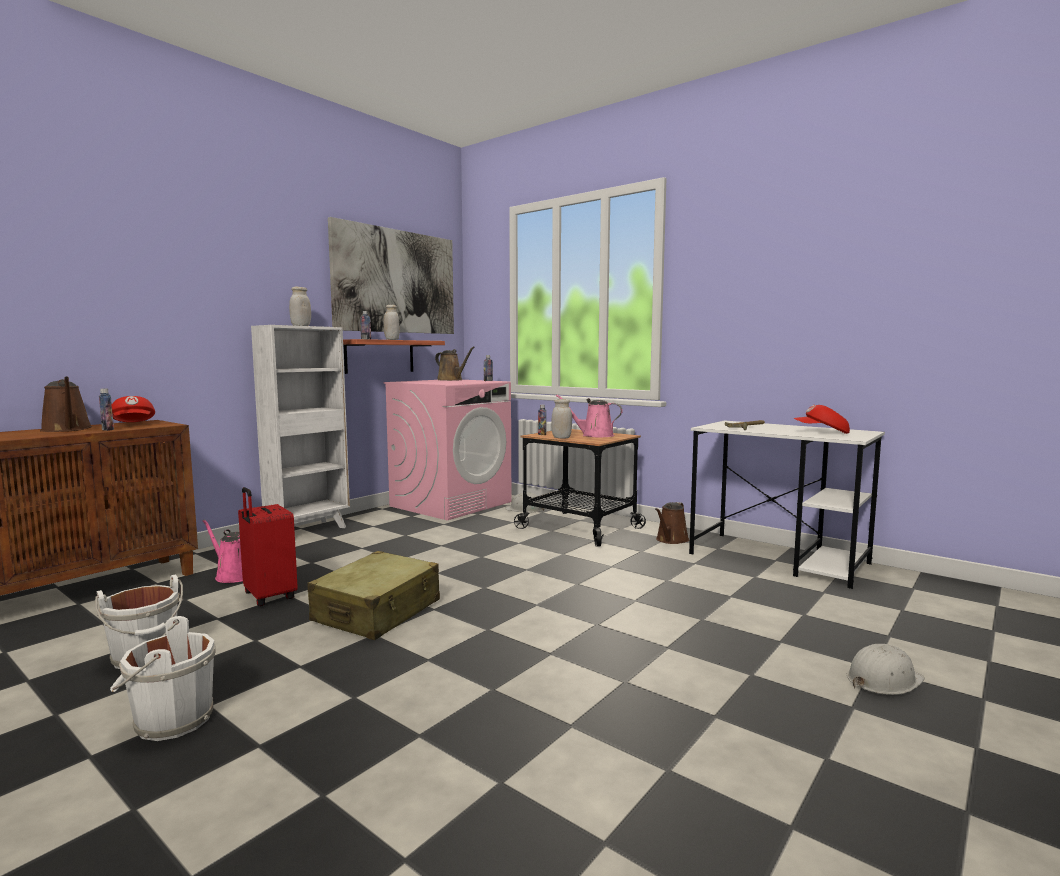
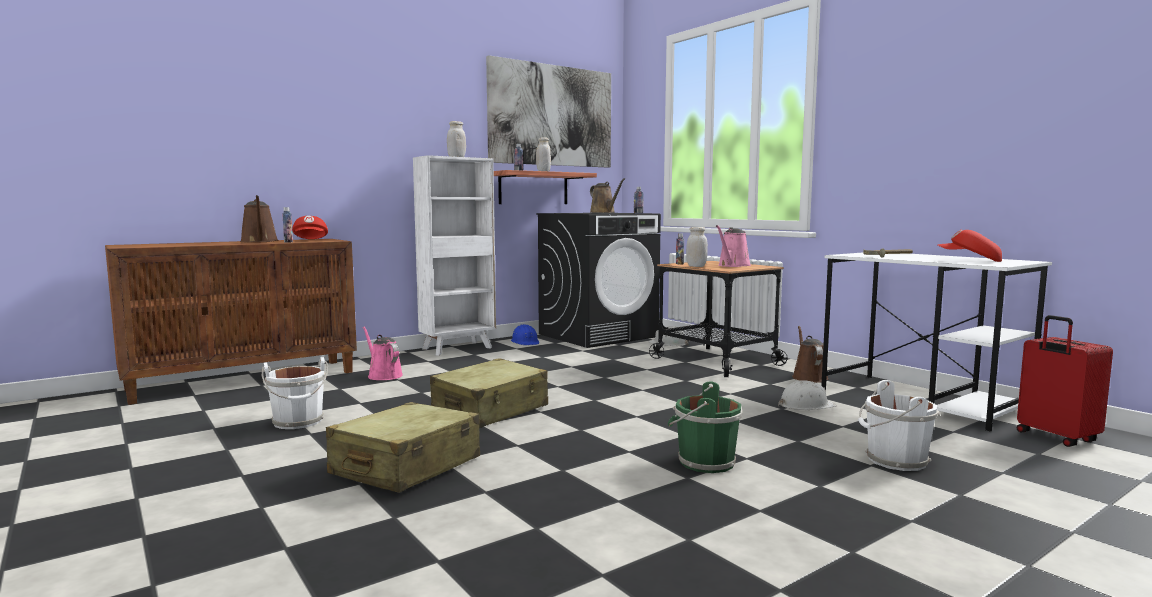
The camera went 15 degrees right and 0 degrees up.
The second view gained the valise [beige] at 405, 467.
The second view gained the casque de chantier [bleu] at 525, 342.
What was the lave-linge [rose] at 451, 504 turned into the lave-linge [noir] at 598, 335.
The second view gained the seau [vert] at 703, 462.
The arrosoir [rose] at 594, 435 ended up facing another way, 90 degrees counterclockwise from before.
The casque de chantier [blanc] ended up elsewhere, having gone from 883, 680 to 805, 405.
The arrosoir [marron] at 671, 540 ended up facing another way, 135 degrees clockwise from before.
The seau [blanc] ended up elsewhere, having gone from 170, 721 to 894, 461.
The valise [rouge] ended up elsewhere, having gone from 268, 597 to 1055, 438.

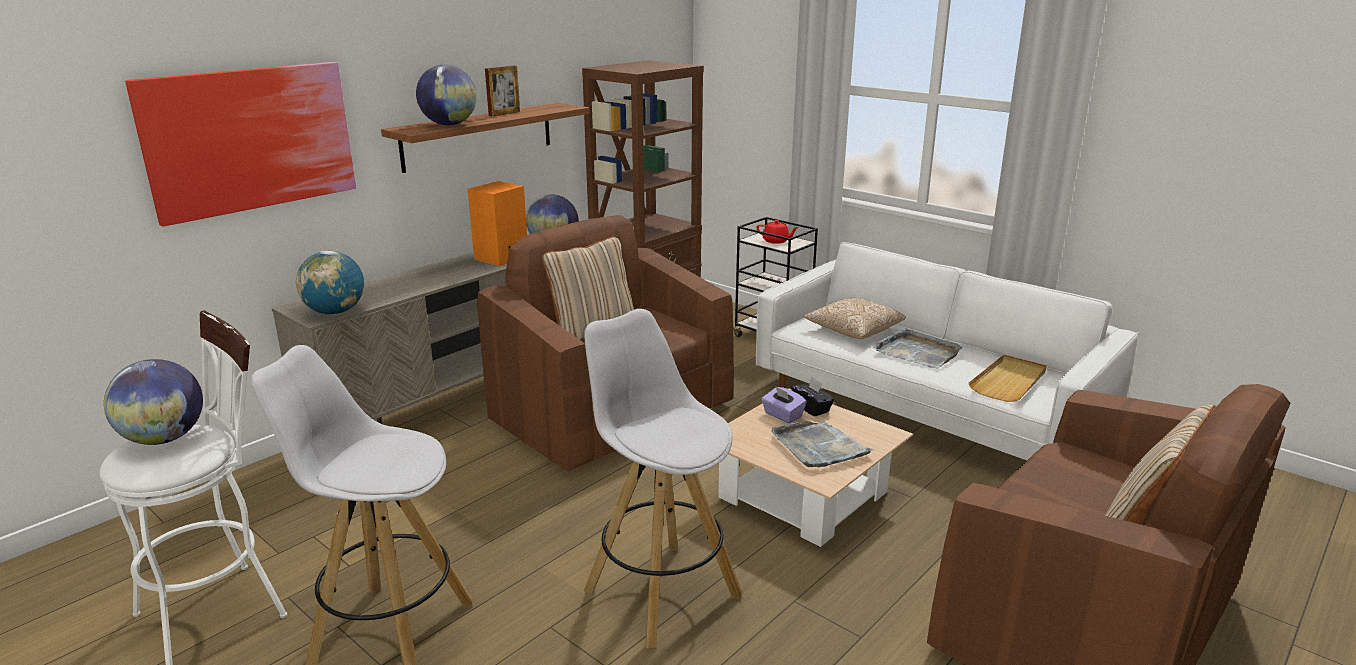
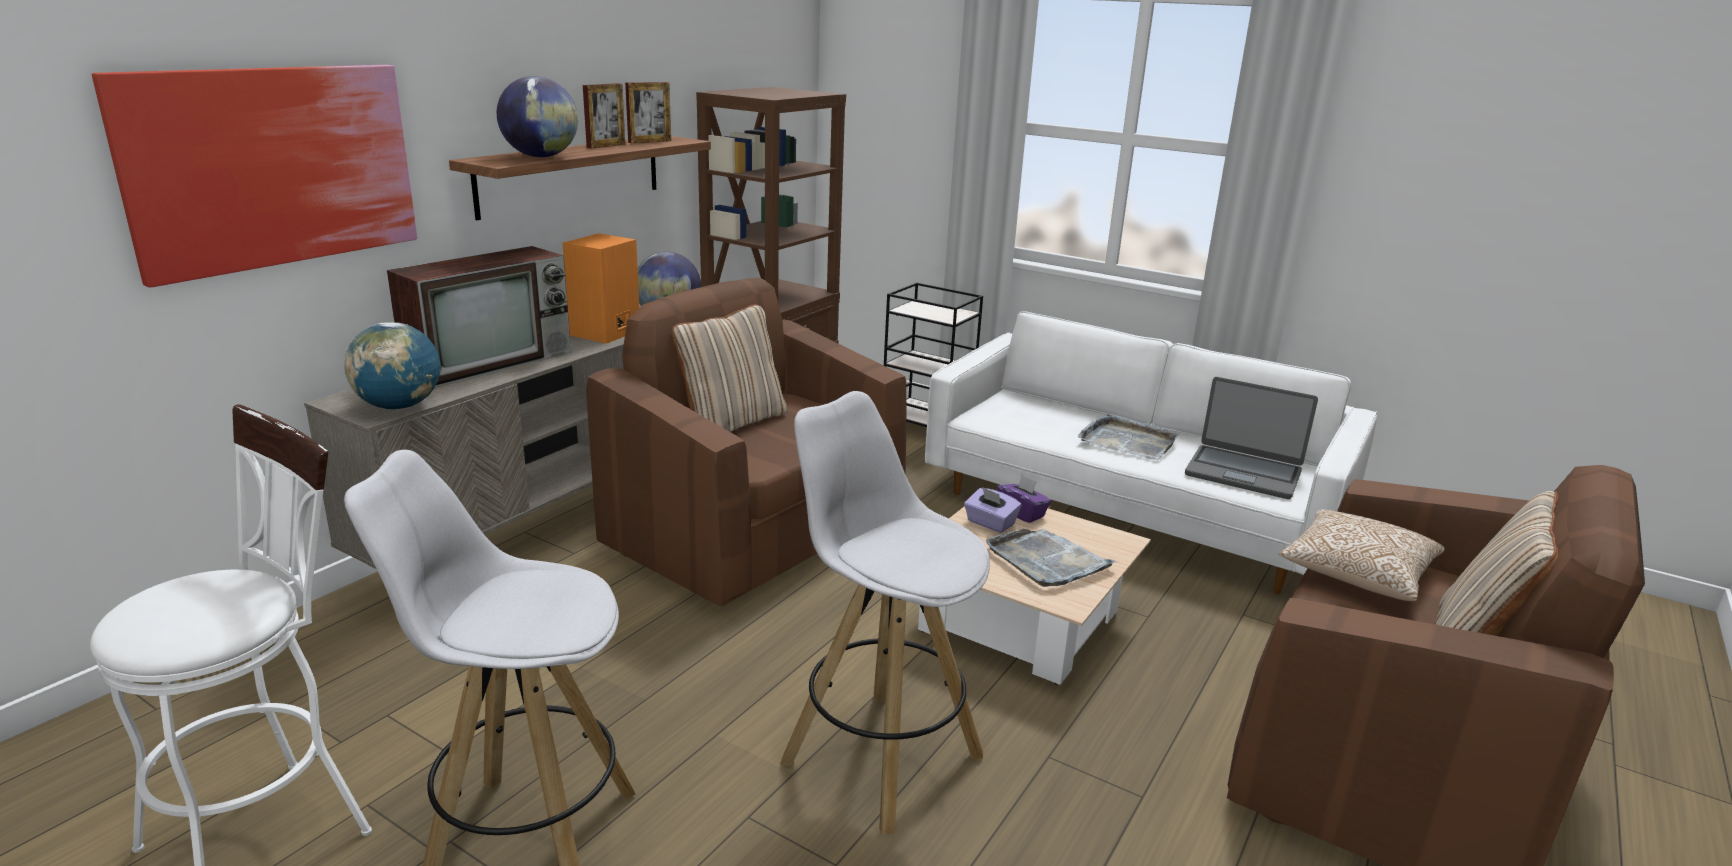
The camera went 10 degrees left and 0 degrees up.
The second view gained the téléviseur at 492, 361.
The second view gained the cadre photo at 650, 141.
What was the boîte à mouchoirs [noir] at 811, 408 turned into the boîte à mouchoirs [violet] at 1022, 513.
Where the plateau [beige] stood at 1009, 381, the ordinateur portable came to stand at 1243, 473.
The coussin ended up elsewhere, having gone from 853, 330 to 1356, 574.
The second view lost the globe at 164, 439.
The second view lost the théière [rouge] at 776, 241.

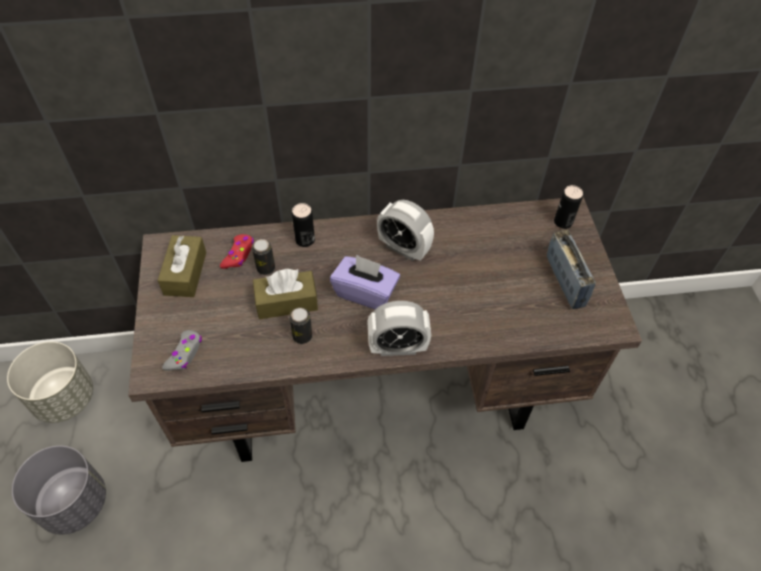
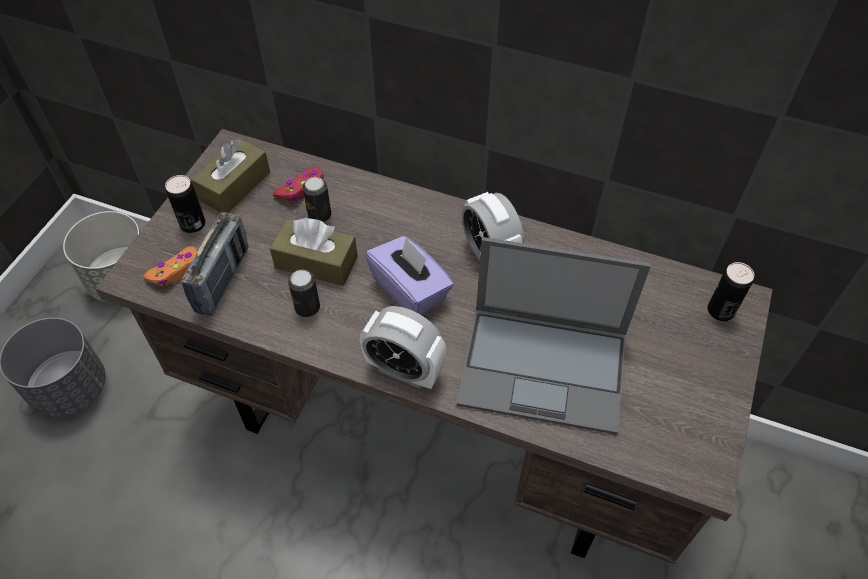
The camera went 30 degrees right and 0 degrees up.
What was the manette [gris] at 185, 354 turned into the manette [orange] at 176, 271.
The boîte métallique ended up elsewhere, having gone from 305, 240 to 193, 224.
The radio ended up elsewhere, having gone from 565, 281 to 223, 280.
The second view gained the ordinateur portable at 545, 368.

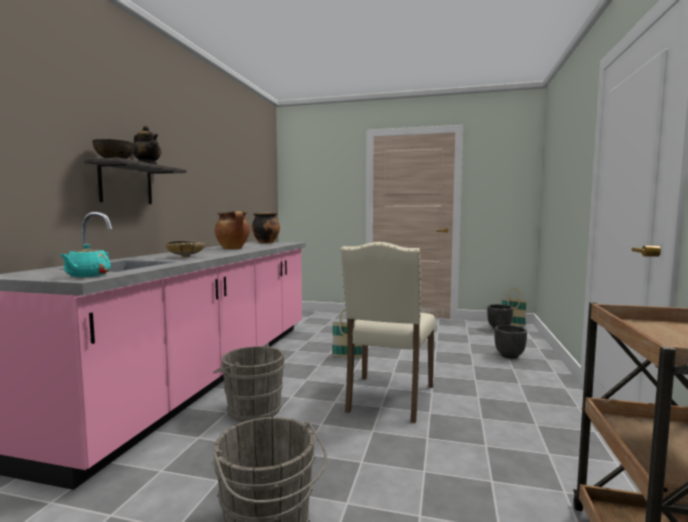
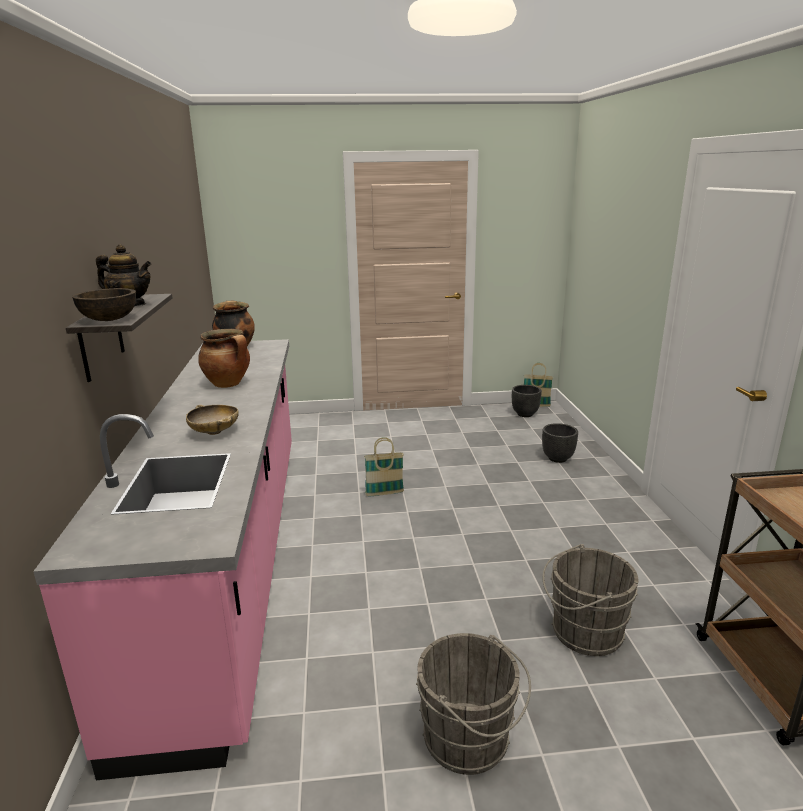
The camera went 20 degrees left and 15 degrees up.
The seau [gris] ended up elsewhere, having gone from 251, 409 to 582, 632.
The second view lost the théière [turquoise] at 87, 275.
The second view lost the chaise [beige] at 388, 399.

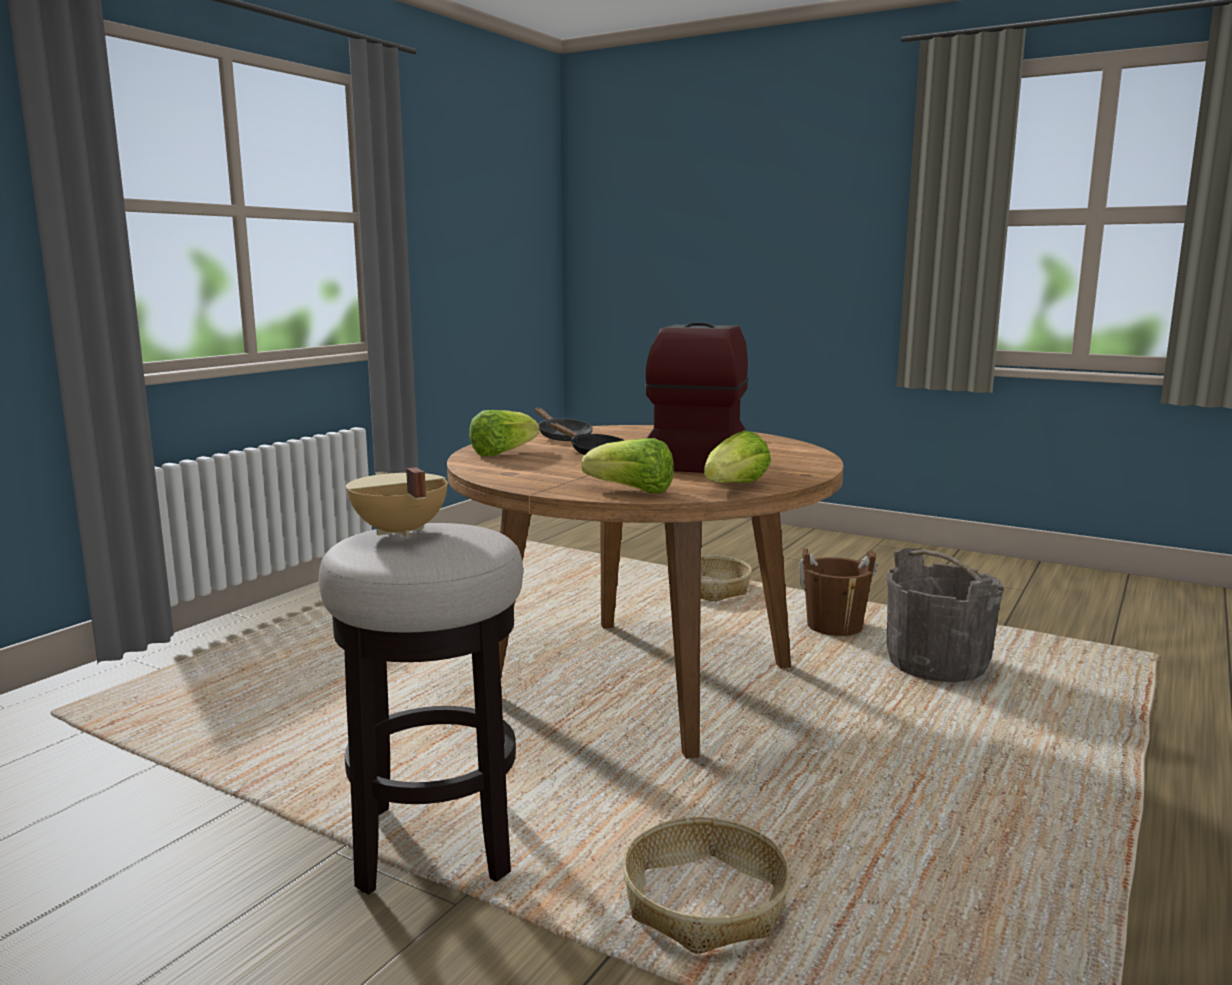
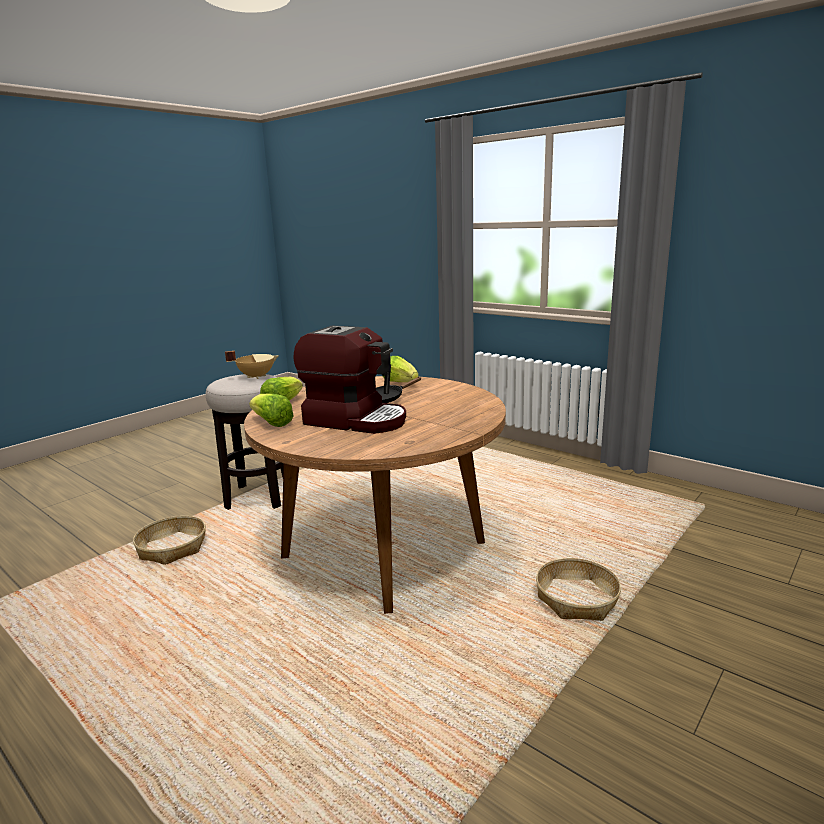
The camera went 100 degrees right and 5 degrees up.
The second view lost the poêle [noir] at 562, 437.
The second view lost the seau [marron] at 834, 627.
The second view lost the seau [gris] at 937, 665.

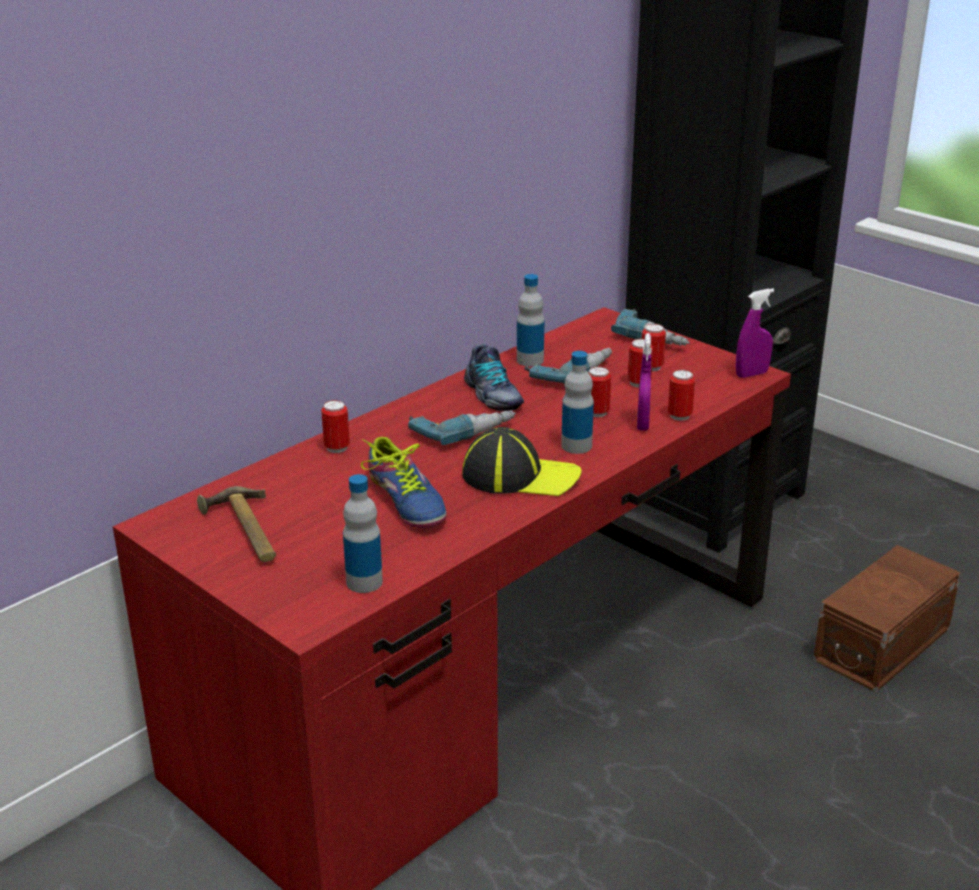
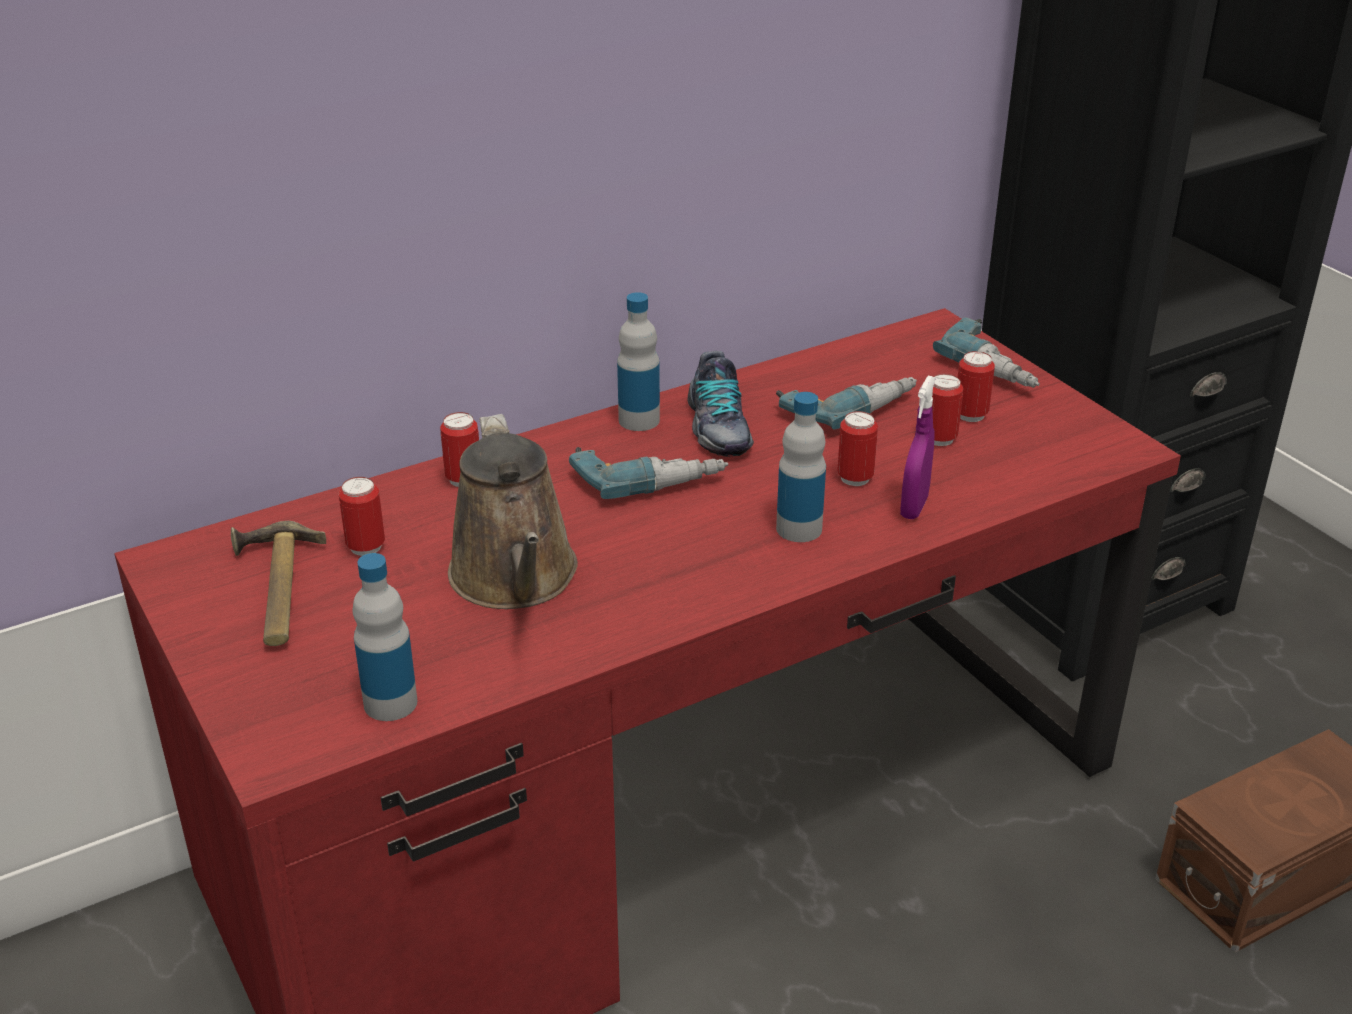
The camera went 15 degrees right and 5 degrees up.
The boîte métallique ended up elsewhere, having gone from 679, 416 to 366, 547.
Where the chaussure stood at 407, 500, the arrosoir [marron] came to stand at 516, 579.
The bouteille ended up elsewhere, having gone from 530, 360 to 639, 420.
The second view lost the casquette at 520, 476.
The second view lost the vaporisateur [violet] at 752, 374.

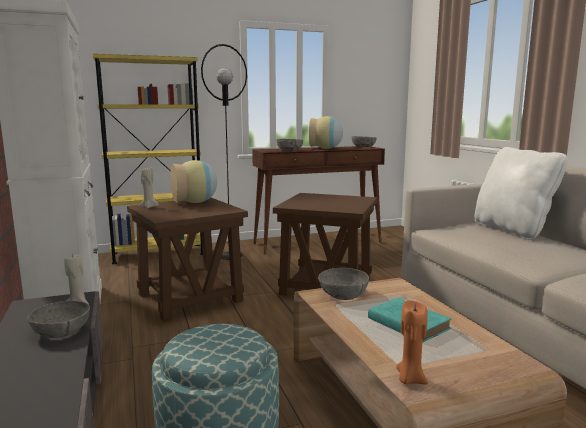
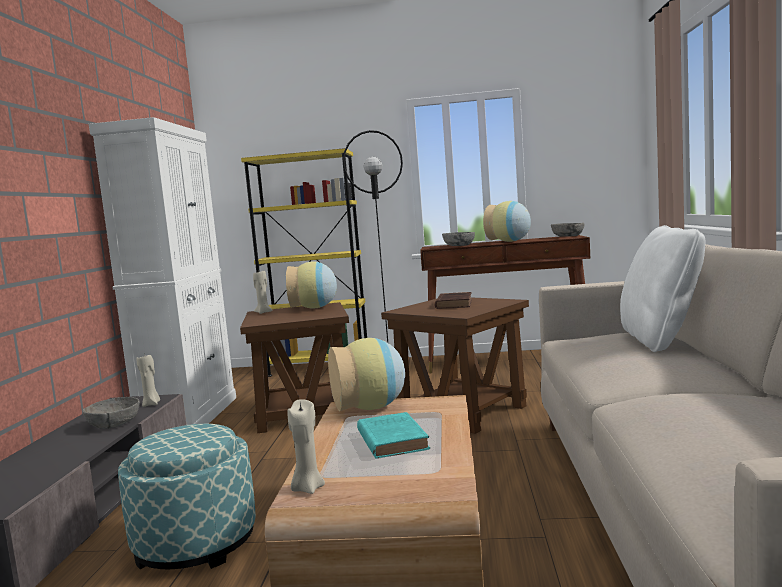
The camera went 25 degrees right and 5 degrees down.
What was the bougie [orange] at 410, 379 turned into the bougie [beige] at 307, 488.
Where the bol [gris] stood at 343, 295, the vase came to stand at 371, 408.
The second view gained the livre [marron] at 454, 304.

